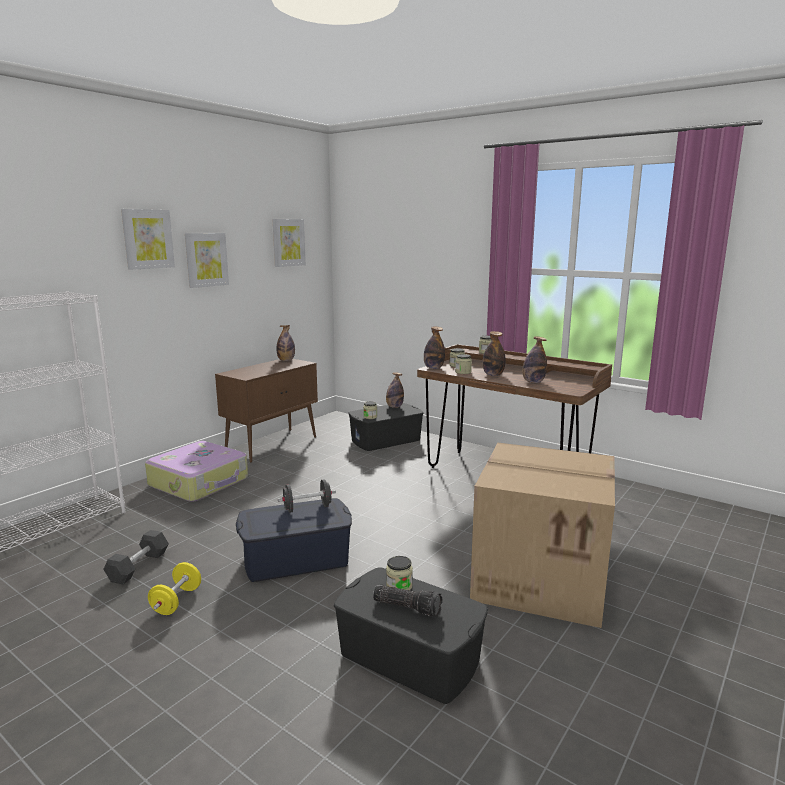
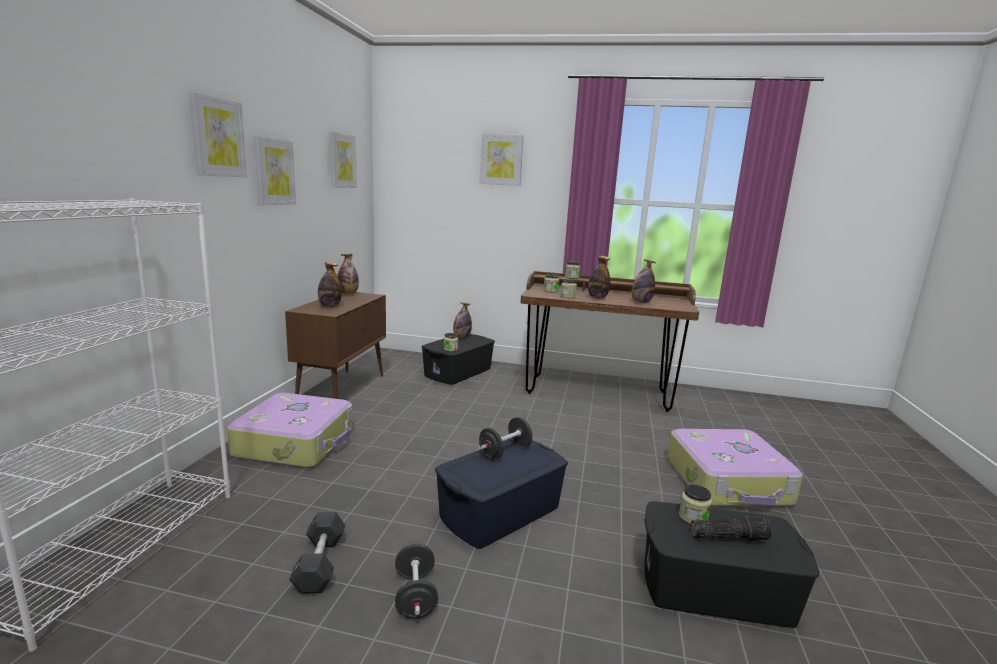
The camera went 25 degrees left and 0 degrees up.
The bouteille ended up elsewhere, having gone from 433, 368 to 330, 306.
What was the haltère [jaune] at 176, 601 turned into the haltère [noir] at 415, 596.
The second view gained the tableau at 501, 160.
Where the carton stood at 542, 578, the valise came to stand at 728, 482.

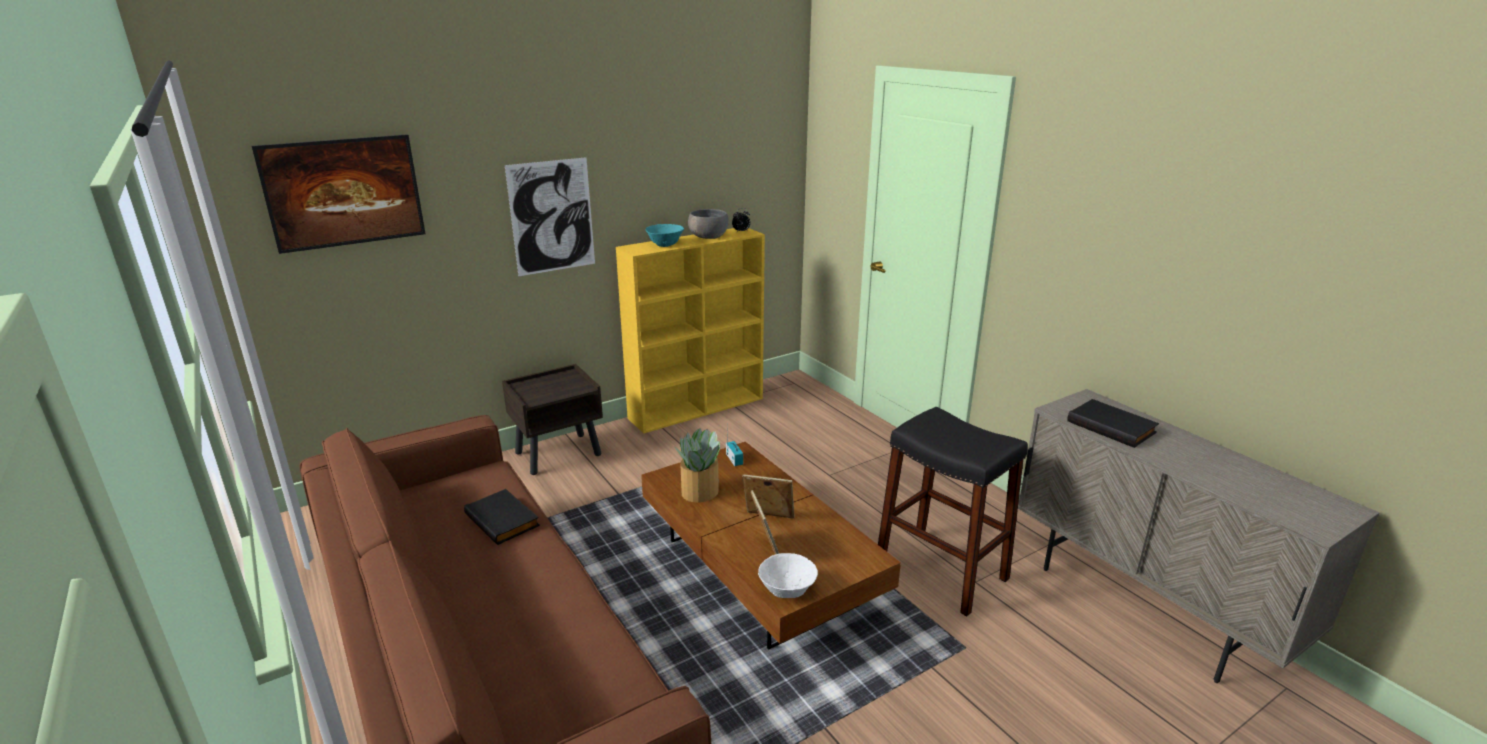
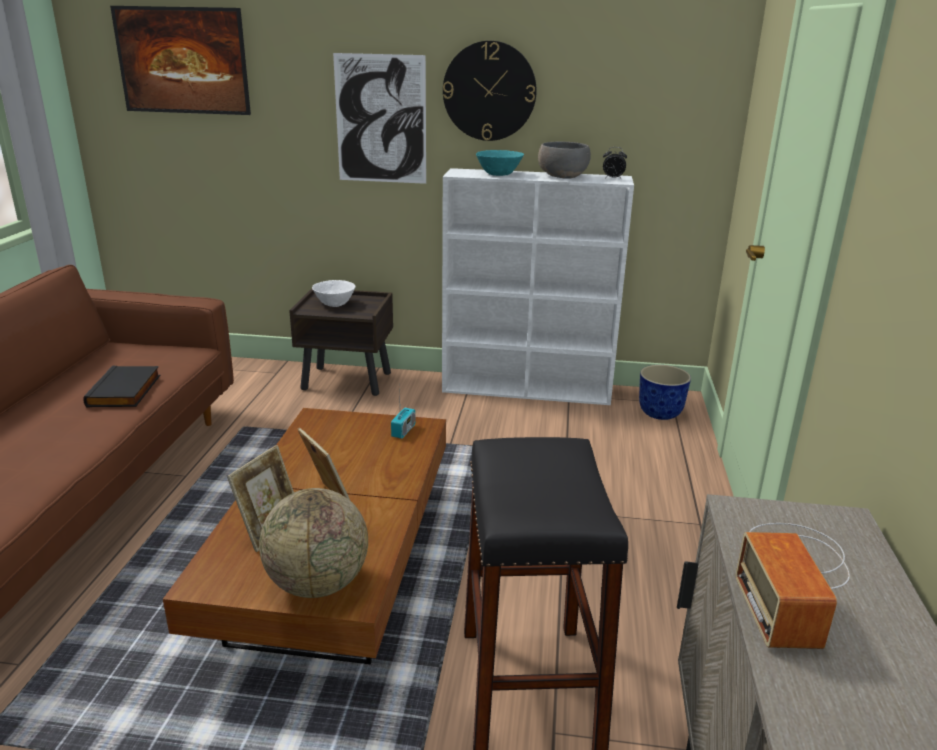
The camera went 40 degrees right and 0 degrees up.
The second view gained the globe at 318, 584.
The bol [blanc] ended up elsewhere, having gone from 788, 591 to 334, 304.
What was the bibliothèque [jaune] at 698, 408 turned into the bibliothèque [blanc] at 528, 389.
The second view gained the horloge murale at 489, 91.
The second view gained the cache-pot at 660, 413.
Where the livre [noir] stood at 1112, 426, the radio came to stand at 794, 578.
The second view lost the plante en pot at 699, 492.

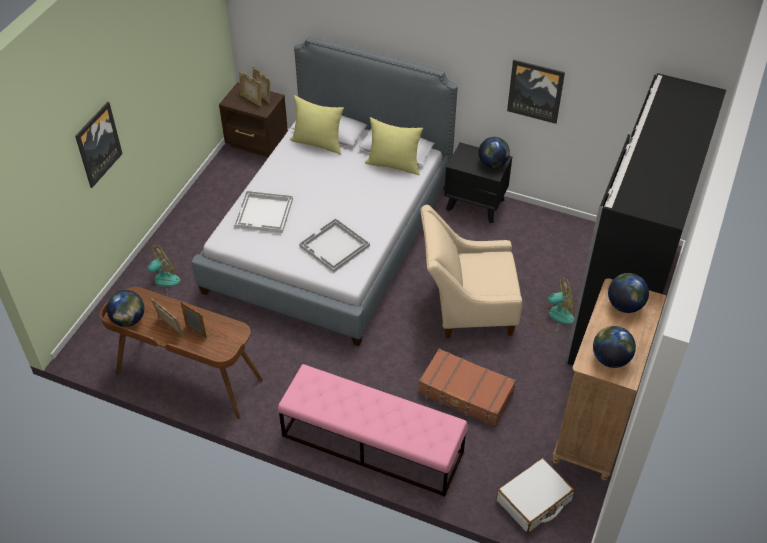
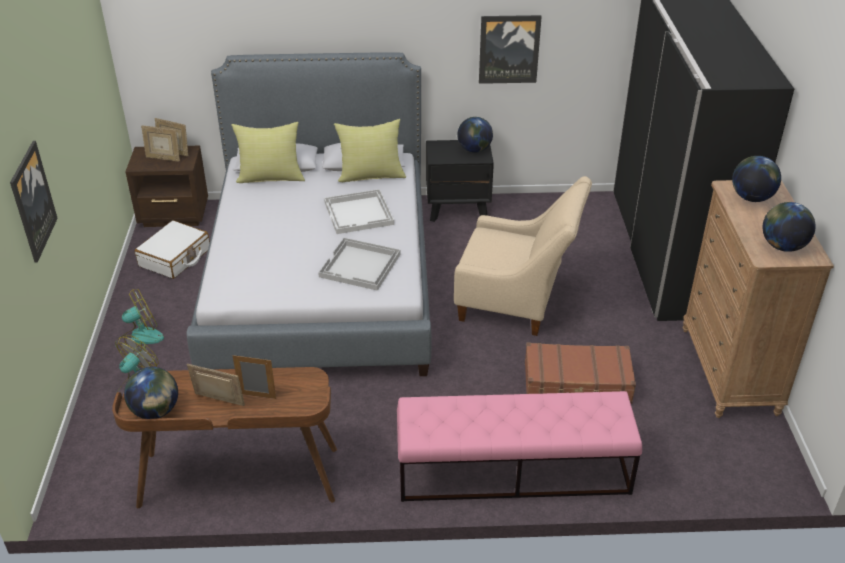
The camera went 25 degrees left and 10 degrees down.
The ventilateur ended up elsewhere, having gone from 554, 316 to 139, 339.
The valise [blanc] ended up elsewhere, having gone from 534, 501 to 175, 258.
The plateau [blanc] ended up elsewhere, having gone from 264, 213 to 359, 213.
The fauteuil [beige] at 466, 307 ended up facing another way, 135 degrees counterclockwise from before.

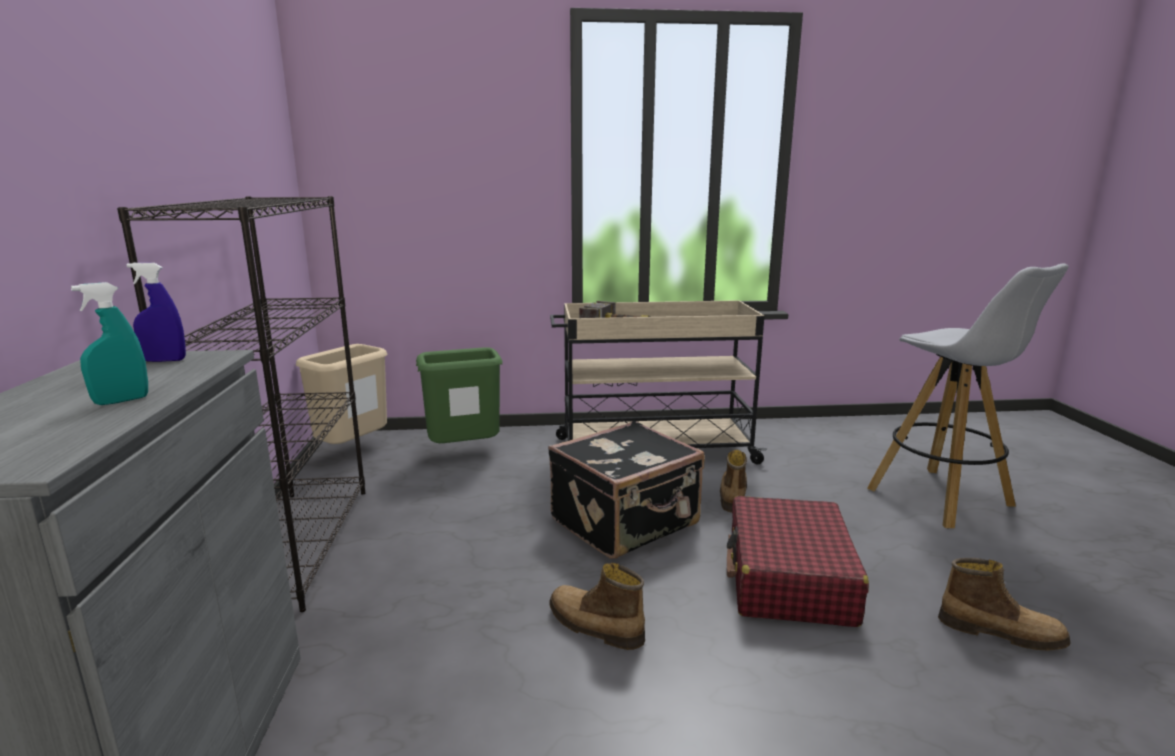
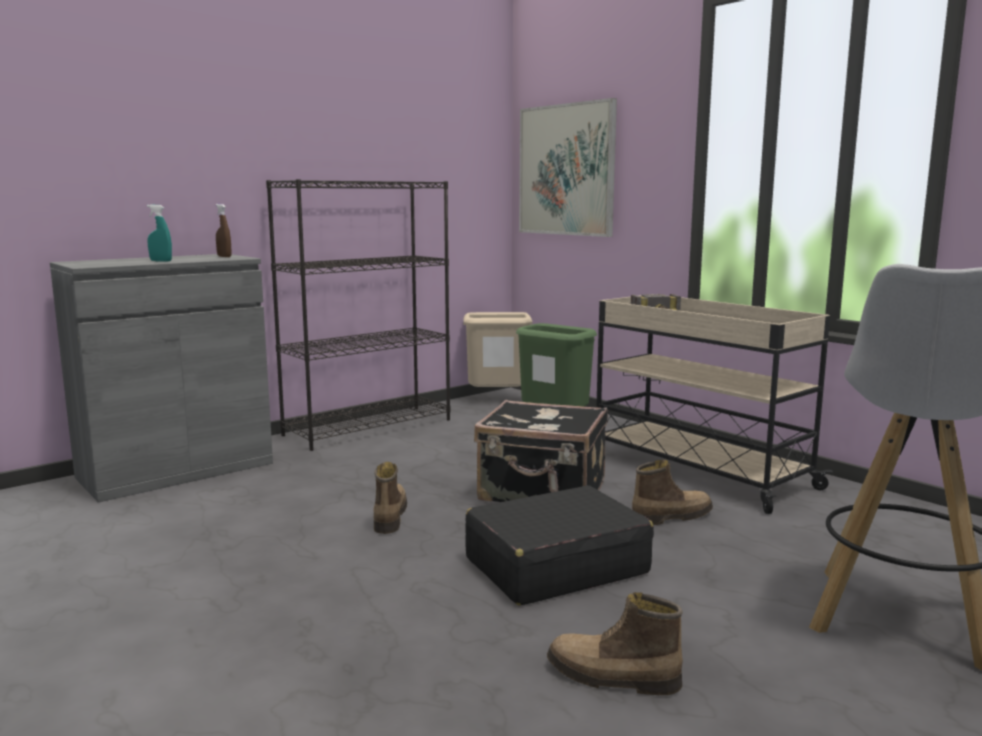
The camera went 55 degrees right and 5 degrees down.
What was the vaporisateur [bleu] at 164, 360 turned into the vaporisateur [marron] at 224, 256.
What was the valise [rouge] at 788, 578 turned into the valise [noir] at 555, 566.
The second view gained the tableau at 566, 170.
The botte at 1000, 632 ended up facing another way, 120 degrees clockwise from before.

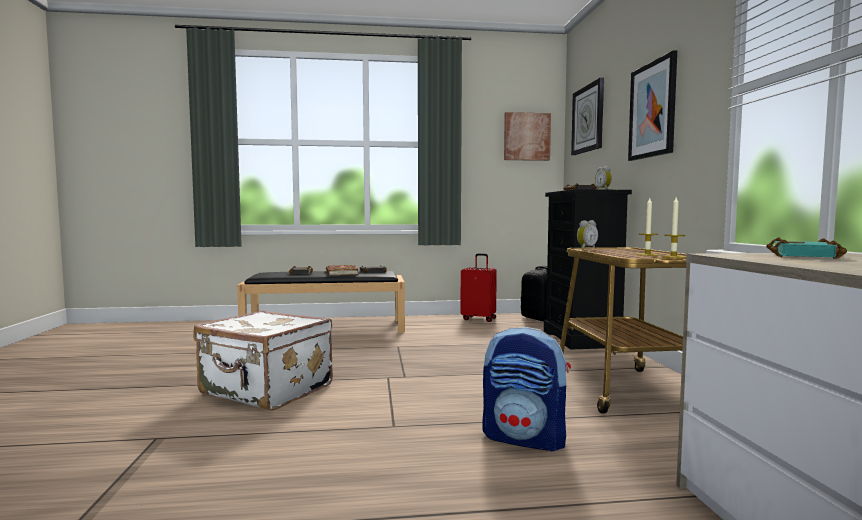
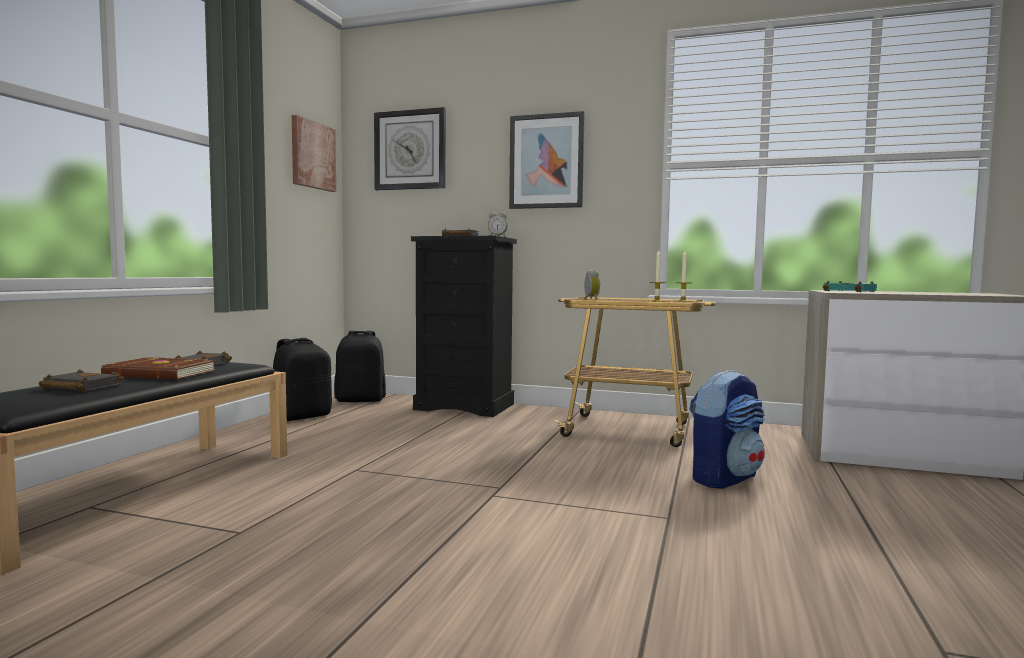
The camera went 65 degrees left and 0 degrees up.
Where the valise [rouge] stood at 479, 319, the sac à dos [noir] came to stand at 302, 416.
The second view lost the valise [blanc] at 266, 390.

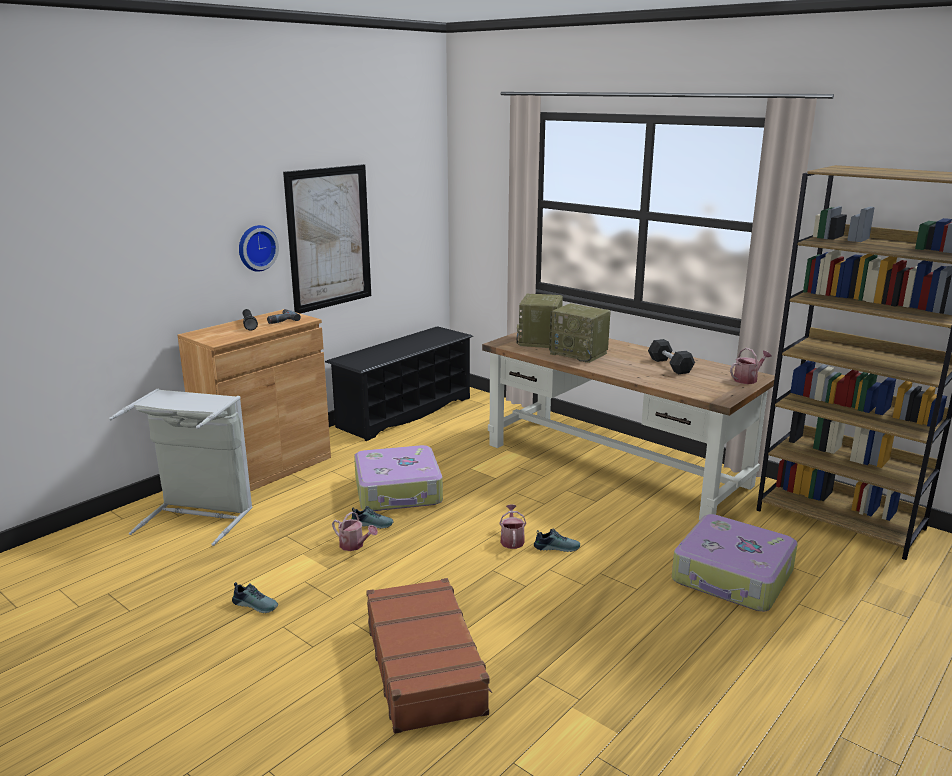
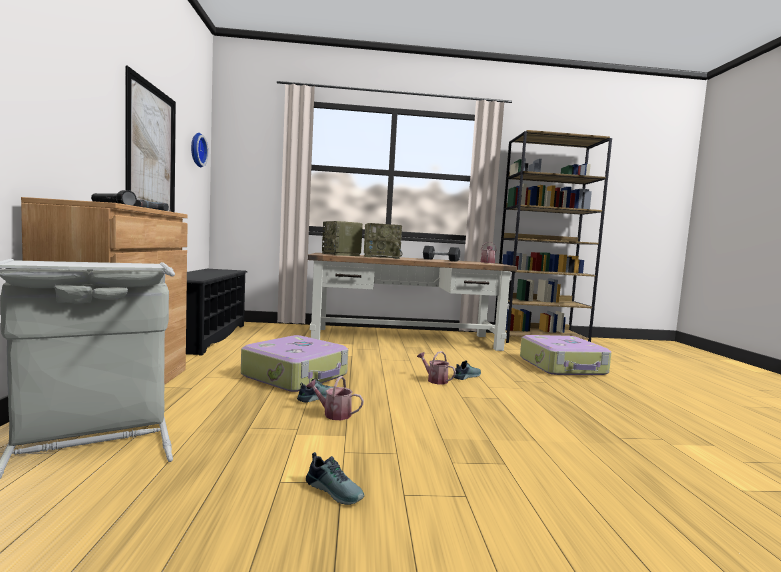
The camera went 45 degrees left and 15 degrees down.
The horloge murale ended up elsewhere, having gone from 256, 248 to 196, 150.
The arrosoir at 354, 545 ended up facing another way, 150 degrees counterclockwise from before.
The chaussure at 256, 604 ended up facing another way, 60 degrees clockwise from before.
The second view lost the valise [marron] at 425, 666.

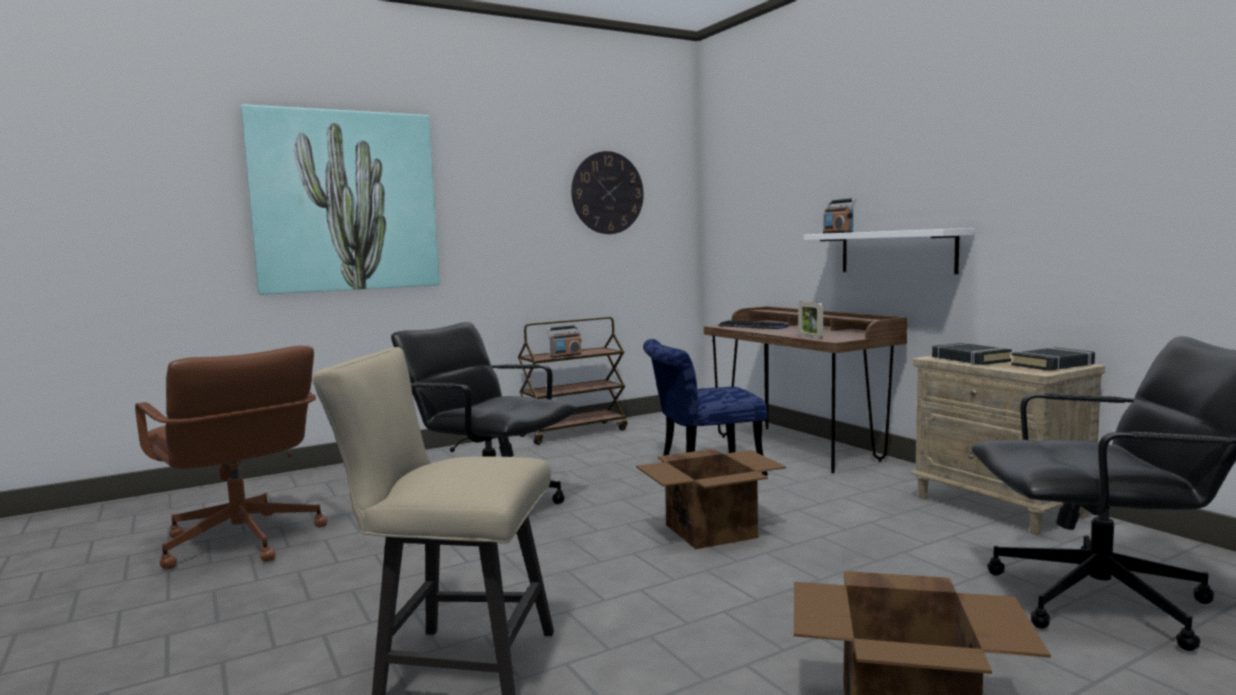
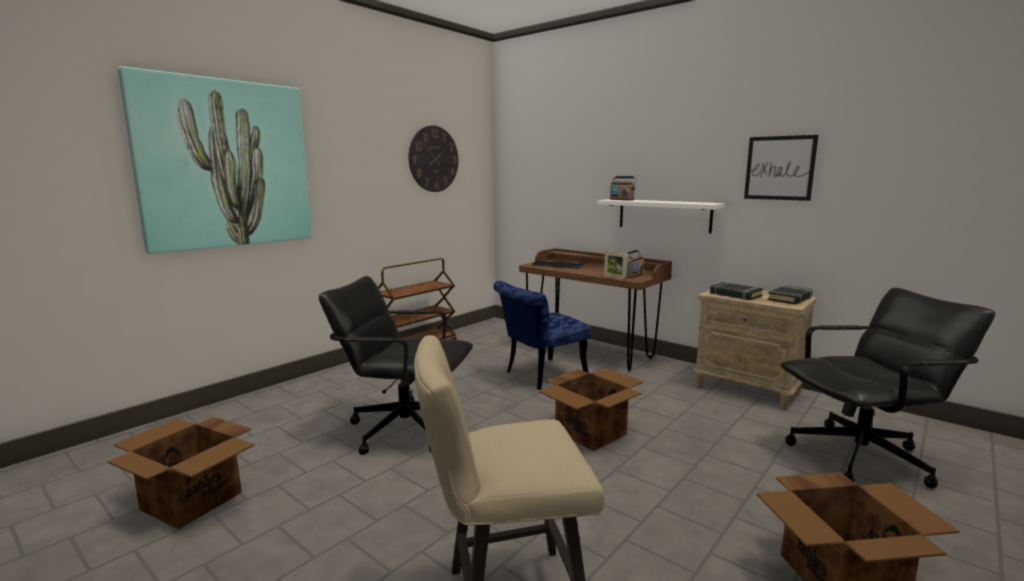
The camera went 20 degrees left and 5 degrees up.
Where the chaise de bureau [marron] stood at 240, 542, the carton came to stand at 192, 501.
The radio ended up elsewhere, having gone from 565, 355 to 634, 275.
The second view gained the tableau at 779, 168.

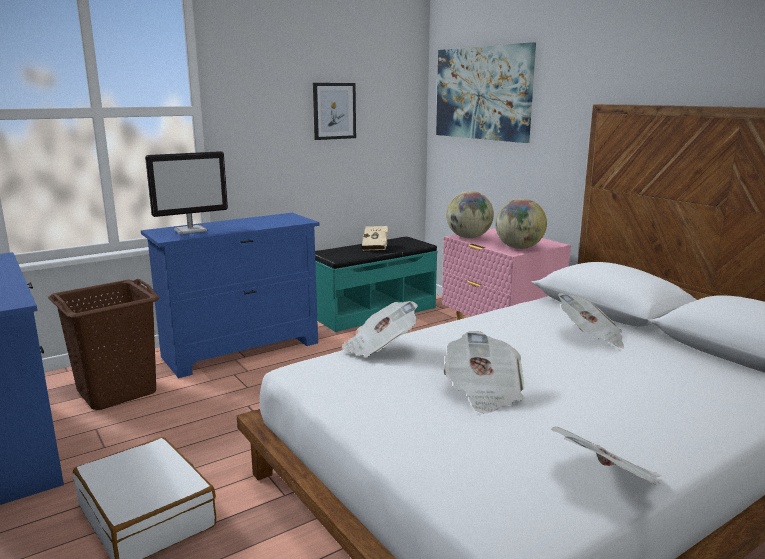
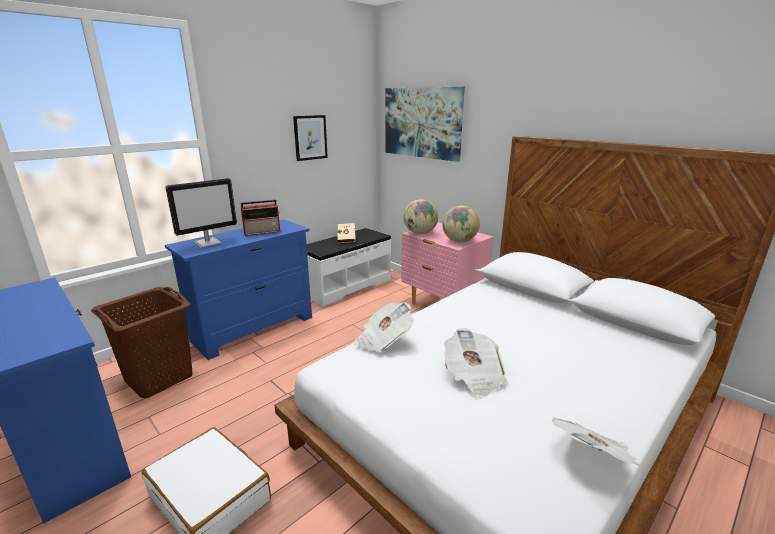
The camera went 10 degrees left and 5 degrees up.
The second view gained the radio at 263, 232.
What was the banc [turquoise] at 373, 311 turned into the banc [blanc] at 346, 286.
The second view lost the journal at 591, 337.

